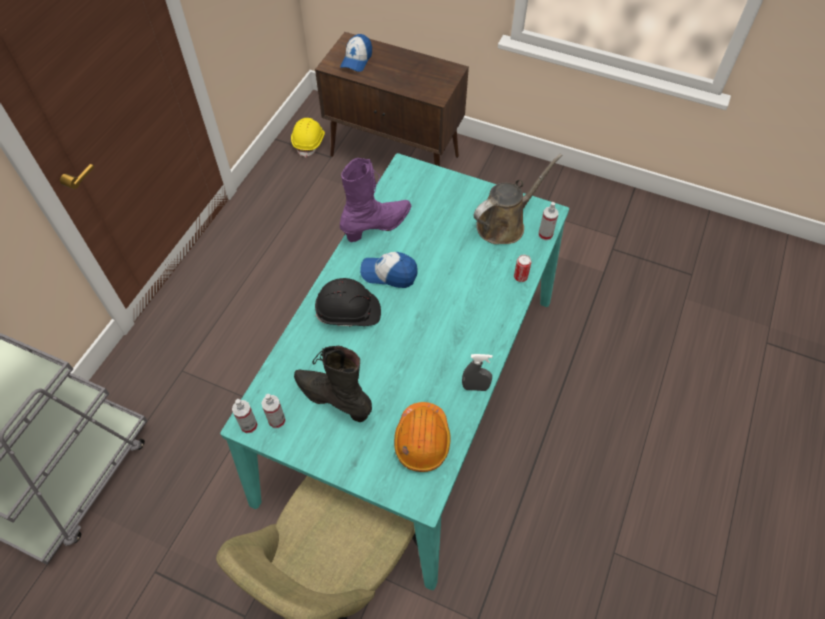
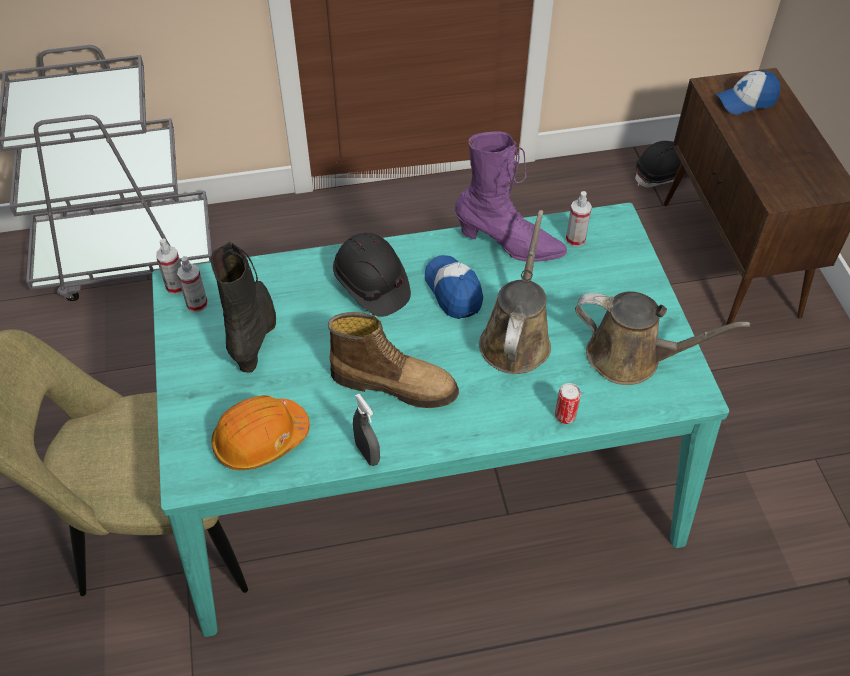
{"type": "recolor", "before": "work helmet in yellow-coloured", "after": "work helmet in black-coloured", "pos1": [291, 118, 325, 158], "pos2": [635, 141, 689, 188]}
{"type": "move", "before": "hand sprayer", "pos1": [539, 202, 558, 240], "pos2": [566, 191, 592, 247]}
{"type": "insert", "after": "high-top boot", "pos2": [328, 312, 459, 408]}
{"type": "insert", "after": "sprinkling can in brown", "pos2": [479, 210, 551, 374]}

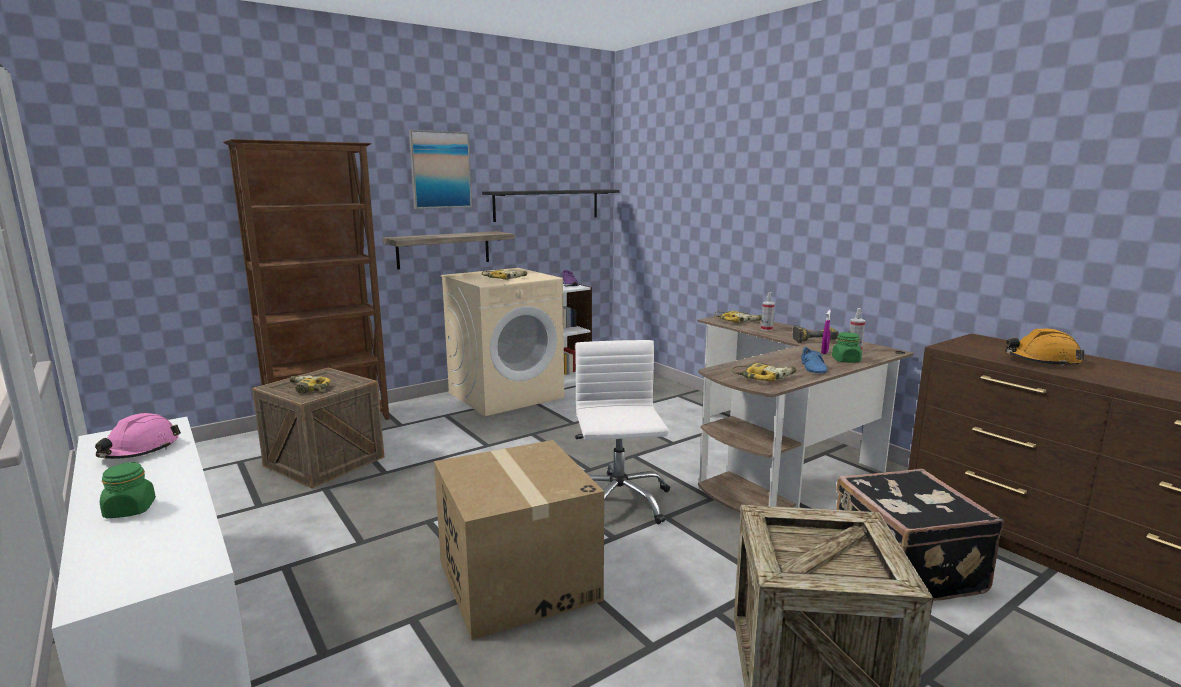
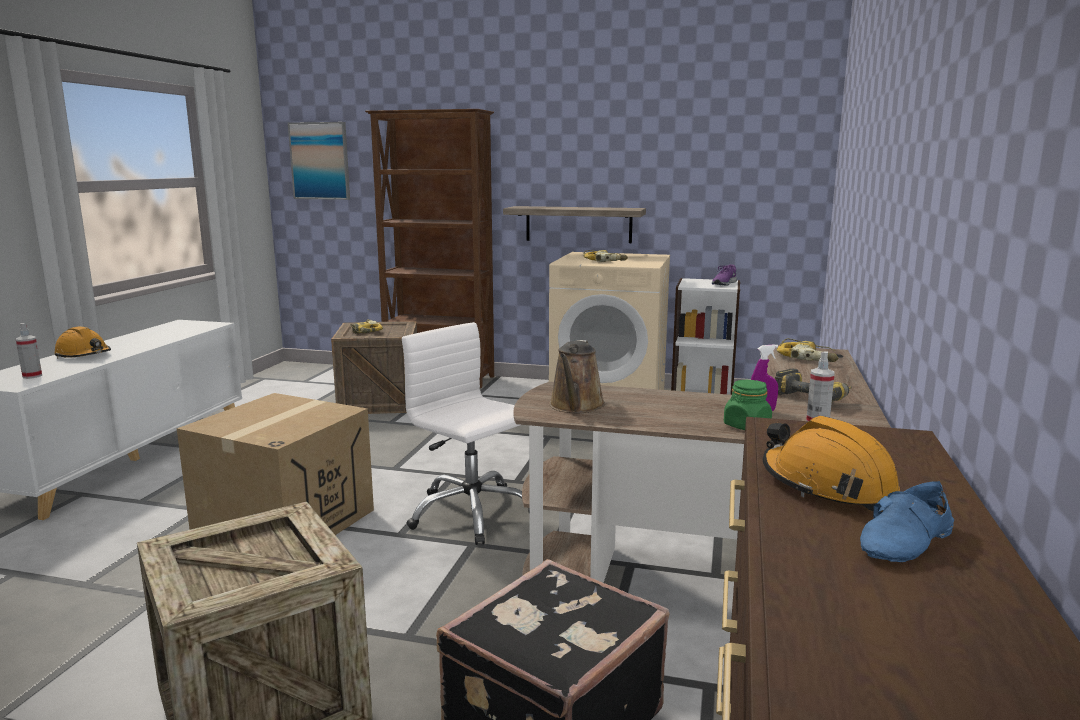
{"type": "delete", "before": "work helmet in pink", "pos1": [95, 413, 181, 459]}
{"type": "replace", "before": "preserve jar in greenish", "after": "work helmet in orange-coloured", "pos1": [100, 462, 156, 518], "pos2": [54, 326, 111, 358]}
{"type": "move", "before": "wall picture", "pos1": [409, 130, 472, 209], "pos2": [288, 122, 350, 200]}
{"type": "delete", "before": "bracket shelf in black-coloured", "pos1": [482, 189, 620, 222]}
{"type": "rotate", "before": "computer chair in whitish", "pos1": [575, 340, 670, 524], "pos2": [402, 322, 530, 545], "turn": -90}
{"type": "replace", "before": "electric drill", "after": "sprinkling can in brown", "pos1": [732, 363, 796, 381], "pos2": [549, 340, 605, 413]}
{"type": "move", "before": "hand sprayer", "pos1": [761, 292, 775, 331], "pos2": [16, 323, 42, 379]}
{"type": "move", "before": "low shoe in bluish", "pos1": [801, 347, 827, 373], "pos2": [860, 481, 954, 562]}

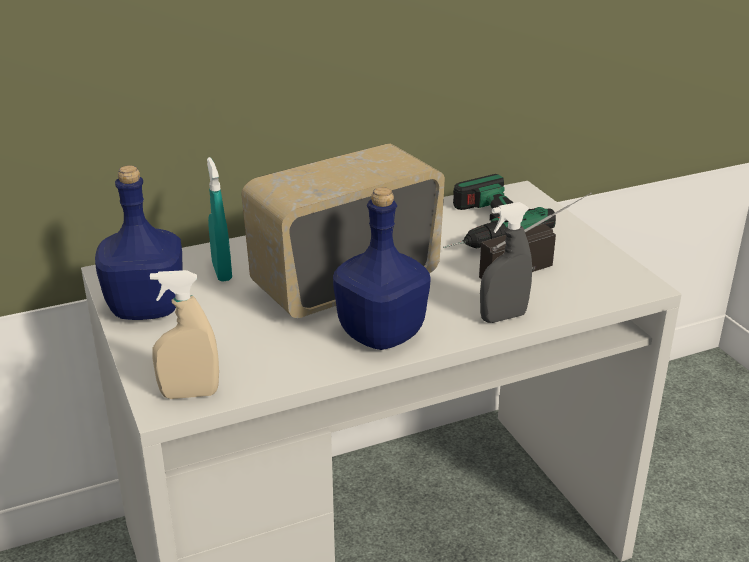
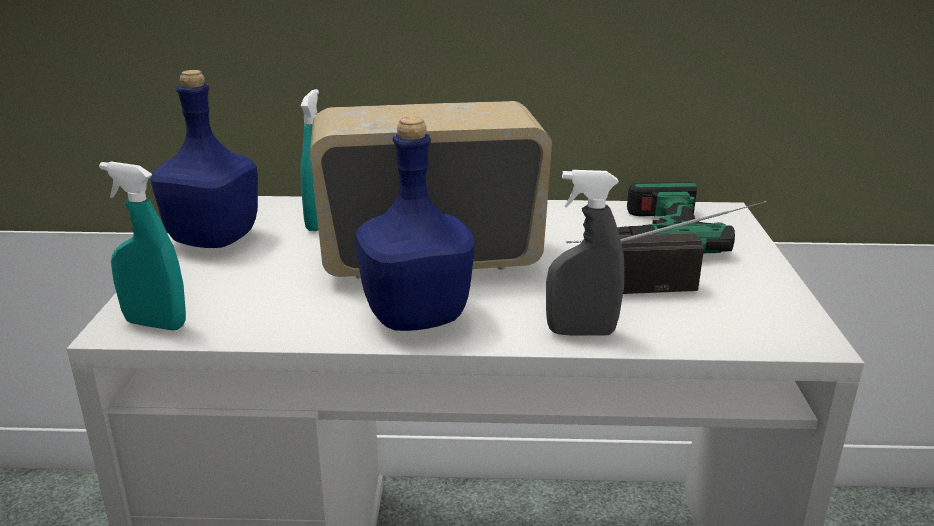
{"type": "recolor", "before": "hand sprayer in sand-coloured", "after": "hand sprayer in blue-green", "pos1": [150, 270, 219, 399], "pos2": [99, 161, 186, 330]}

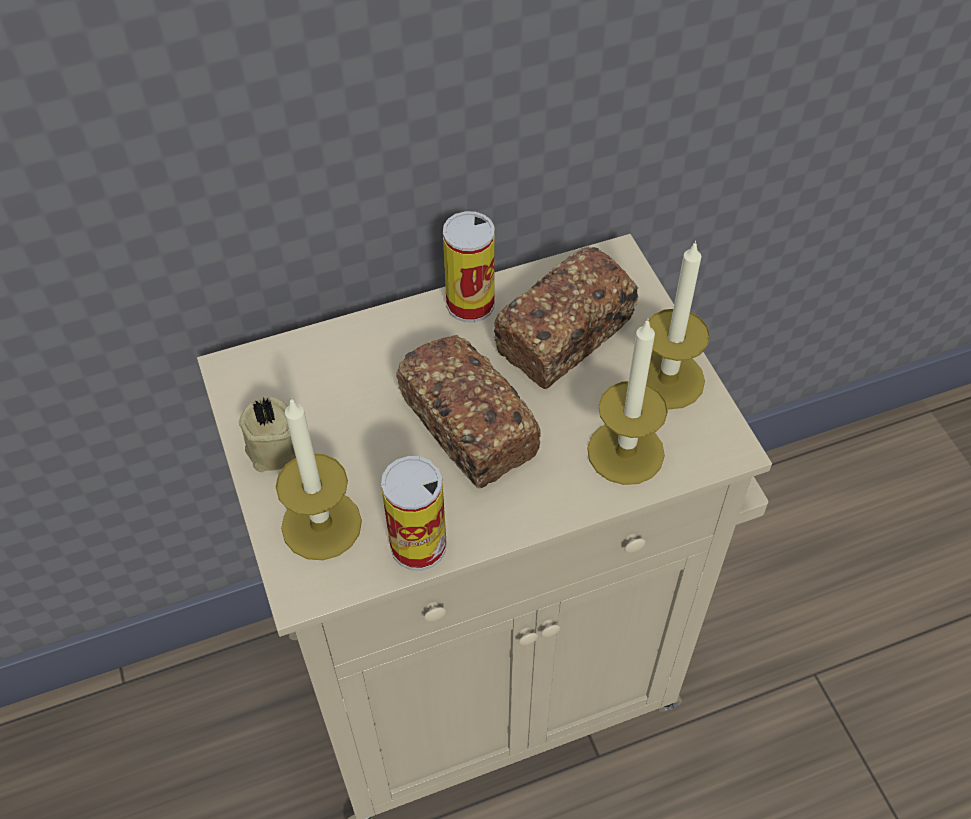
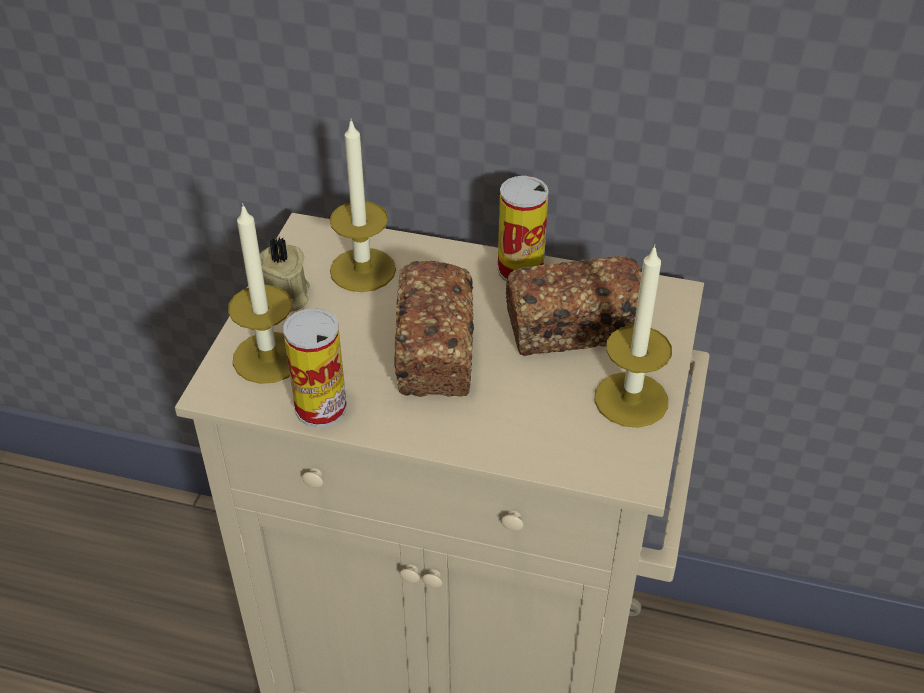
{"type": "move", "before": "wax candle", "pos1": [587, 318, 668, 485], "pos2": [330, 118, 396, 292]}

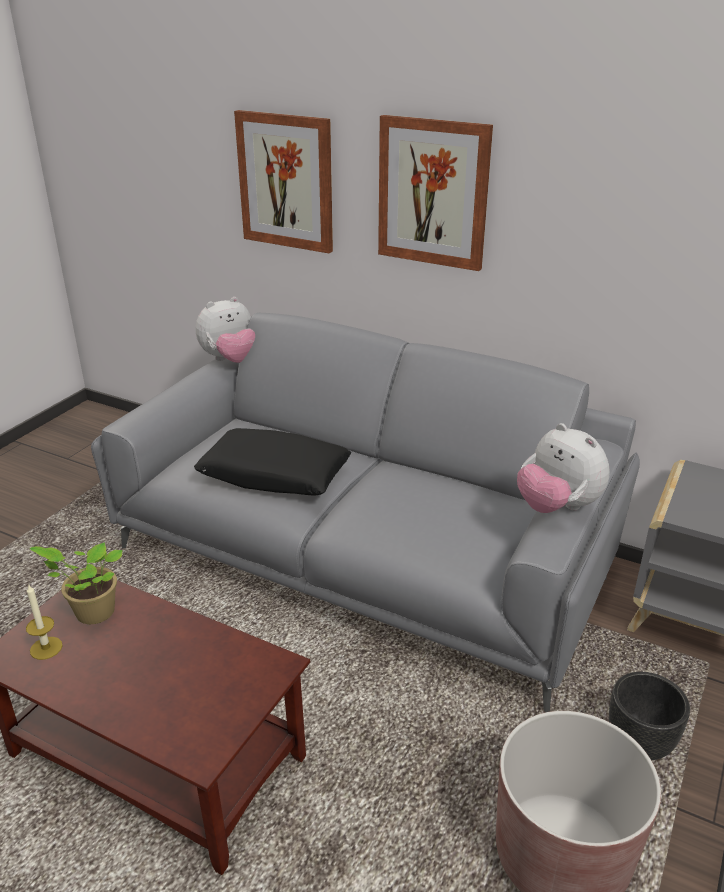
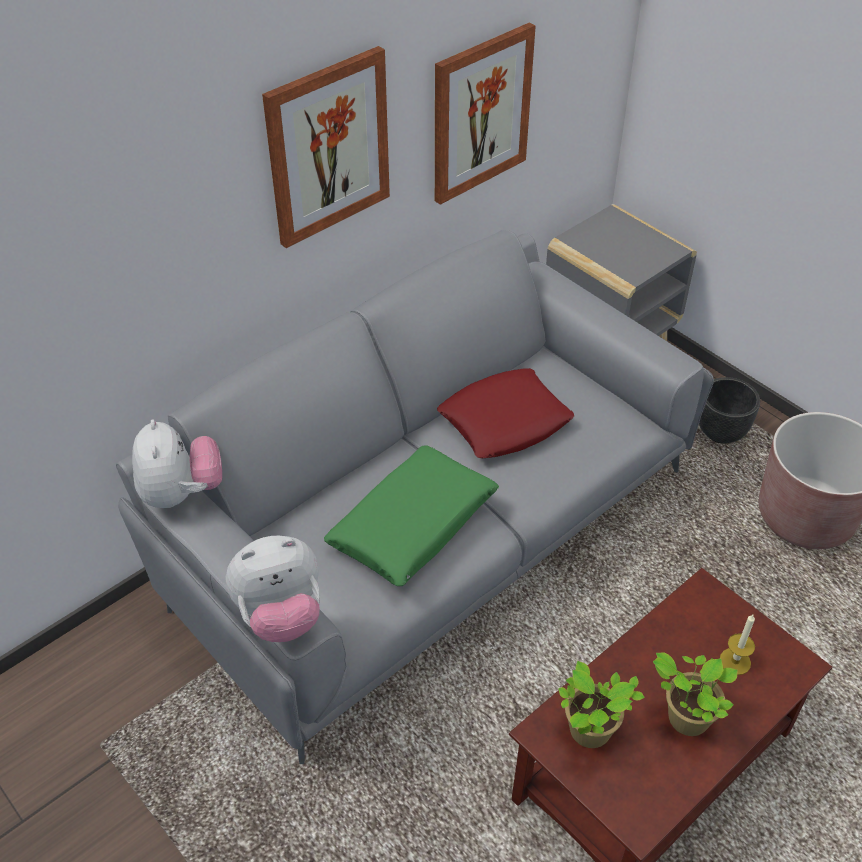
{"type": "move", "before": "wax candle", "pos1": [26, 584, 63, 660], "pos2": [720, 615, 755, 675]}
{"type": "recolor", "before": "throw pillow in black-coloured", "after": "throw pillow in greenish", "pos1": [194, 428, 351, 496], "pos2": [324, 446, 499, 586]}
{"type": "move", "before": "wall picture", "pos1": [234, 110, 333, 253], "pos2": [435, 23, 536, 205]}
{"type": "move", "before": "cuddly toy", "pos1": [517, 423, 610, 513], "pos2": [226, 536, 320, 642]}
{"type": "insert", "after": "throw pillow in red", "pos2": [437, 368, 574, 458]}
{"type": "insert", "after": "houseplant", "pos2": [653, 652, 738, 736]}

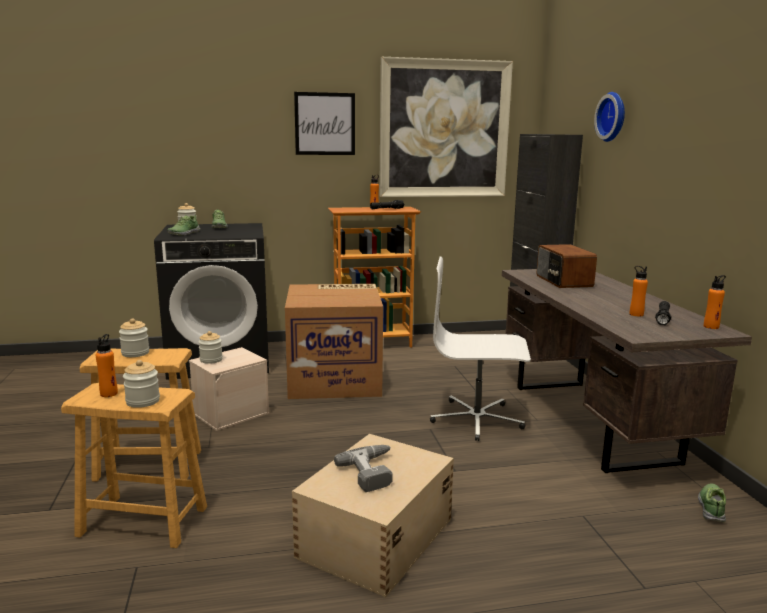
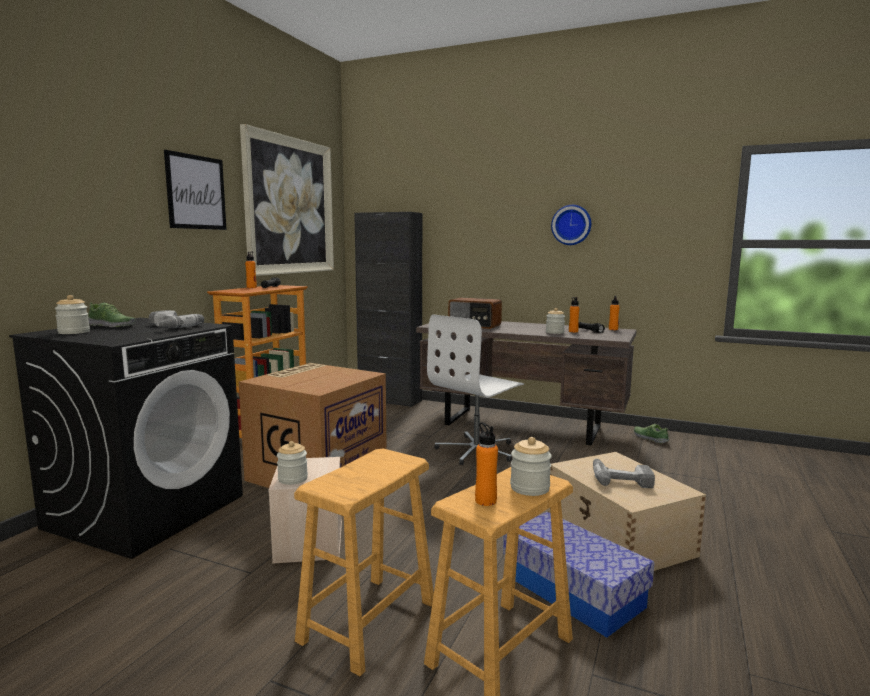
{"type": "move", "before": "preserve jar", "pos1": [119, 318, 149, 357], "pos2": [546, 308, 565, 334]}
{"type": "delete", "before": "low shoe", "pos1": [167, 215, 200, 236]}
{"type": "move", "before": "clock on the wall", "pos1": [594, 92, 625, 142], "pos2": [551, 205, 591, 245]}
{"type": "insert", "after": "electric drill", "pos2": [149, 310, 204, 328]}
{"type": "insert", "after": "storage box", "pos2": [503, 512, 654, 637]}

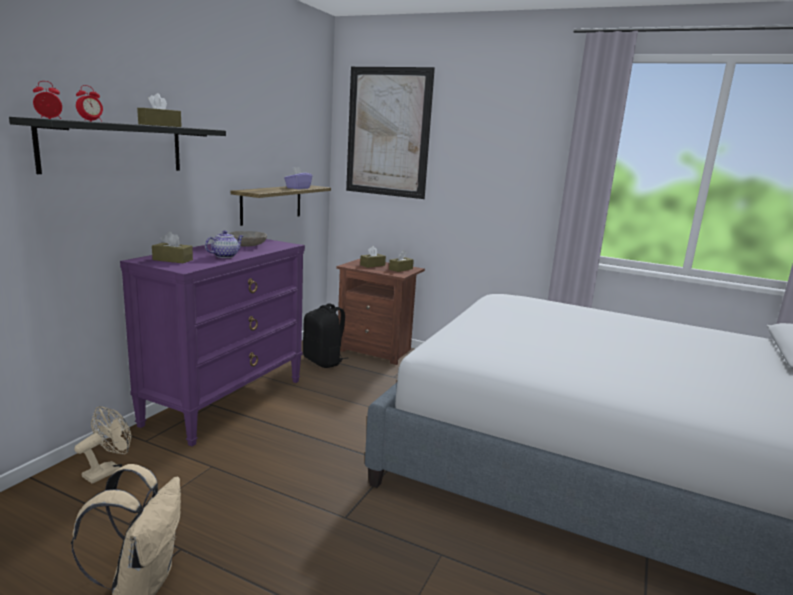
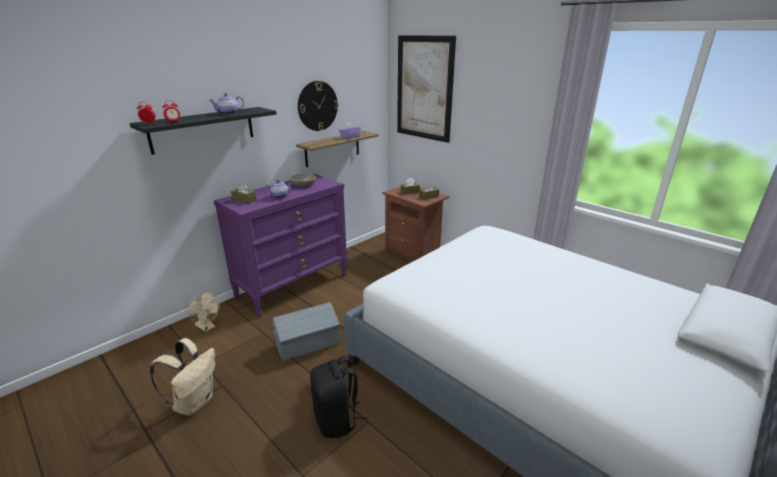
{"type": "rotate", "before": "fan in sand-coloured", "pos1": [74, 406, 131, 484], "pos2": [188, 292, 220, 332], "turn": 75}
{"type": "replace", "before": "box of tissues in brown", "after": "teapot", "pos1": [137, 93, 182, 127], "pos2": [209, 93, 244, 115]}
{"type": "move", "before": "backpack in black-coloured", "pos1": [303, 303, 348, 368], "pos2": [310, 356, 367, 438]}
{"type": "insert", "after": "storage box in gray", "pos2": [273, 302, 340, 361]}
{"type": "insert", "after": "clock on the wall", "pos2": [298, 81, 338, 131]}

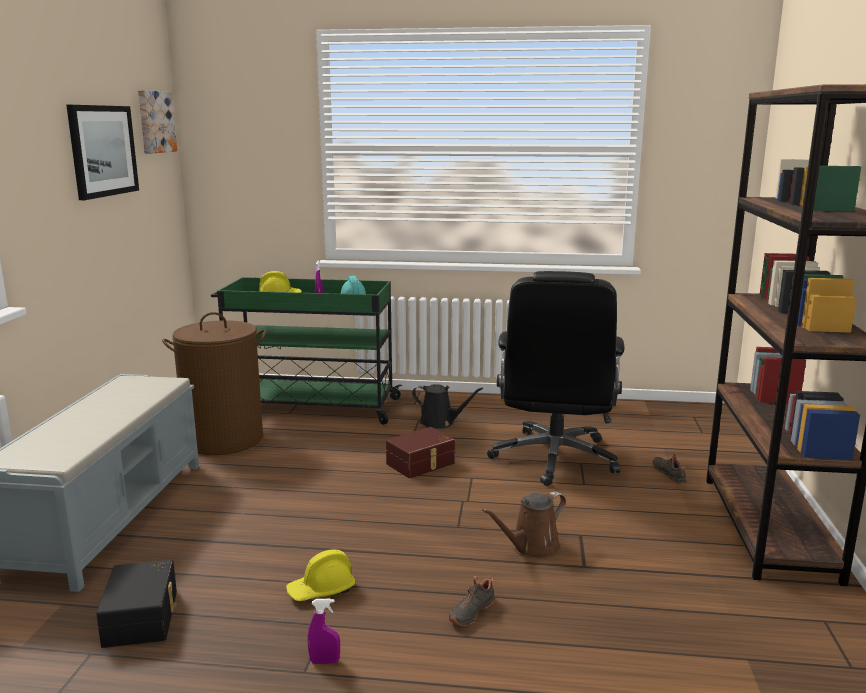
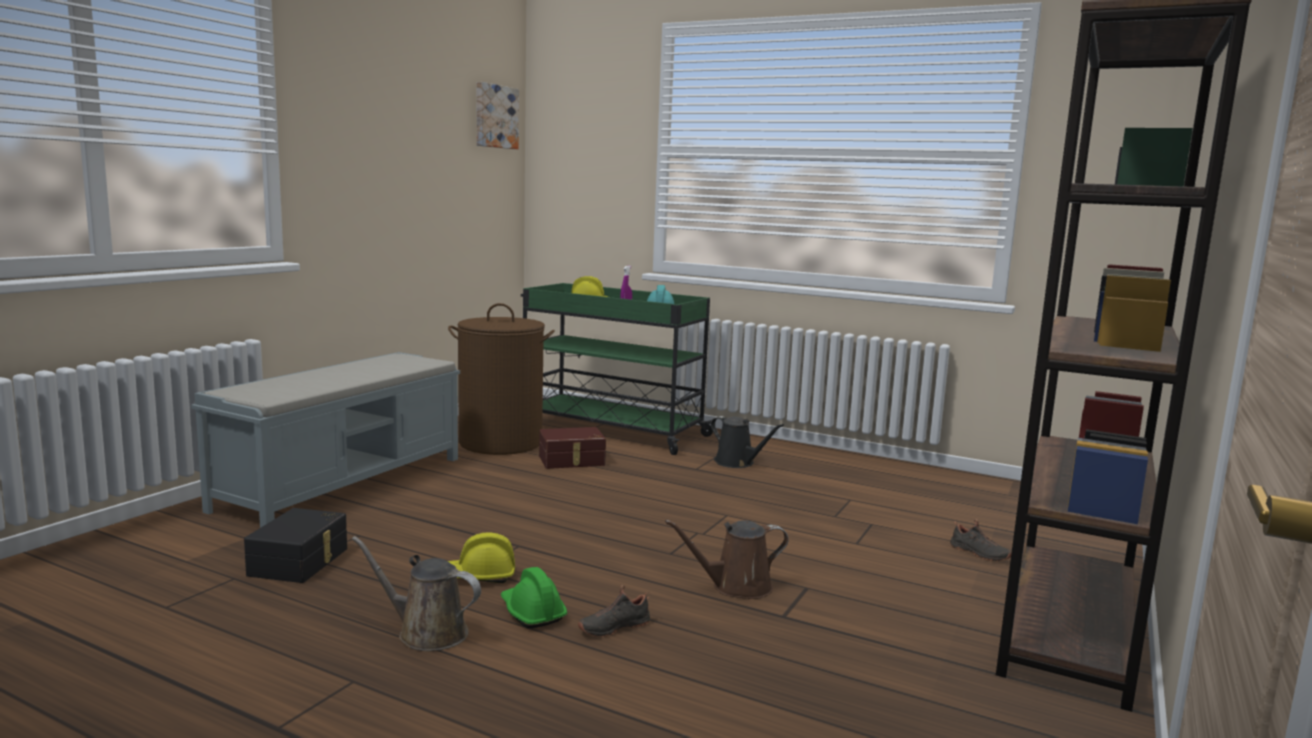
{"type": "delete", "before": "wall picture", "pos1": [66, 105, 139, 200]}
{"type": "replace", "before": "hand sprayer in purple-coloured", "after": "sprinkling can in brown", "pos1": [308, 599, 340, 664], "pos2": [352, 536, 481, 651]}
{"type": "move", "before": "storage box in brown", "pos1": [386, 427, 455, 478], "pos2": [539, 427, 606, 469]}
{"type": "delete", "before": "computer chair in black-coloured", "pos1": [487, 271, 625, 486]}
{"type": "rotate", "before": "low shoe in black-coloured", "pos1": [653, 452, 687, 484], "pos2": [950, 519, 1012, 561], "turn": 135}
{"type": "insert", "after": "work helmet in greenish", "pos2": [501, 567, 567, 628]}

